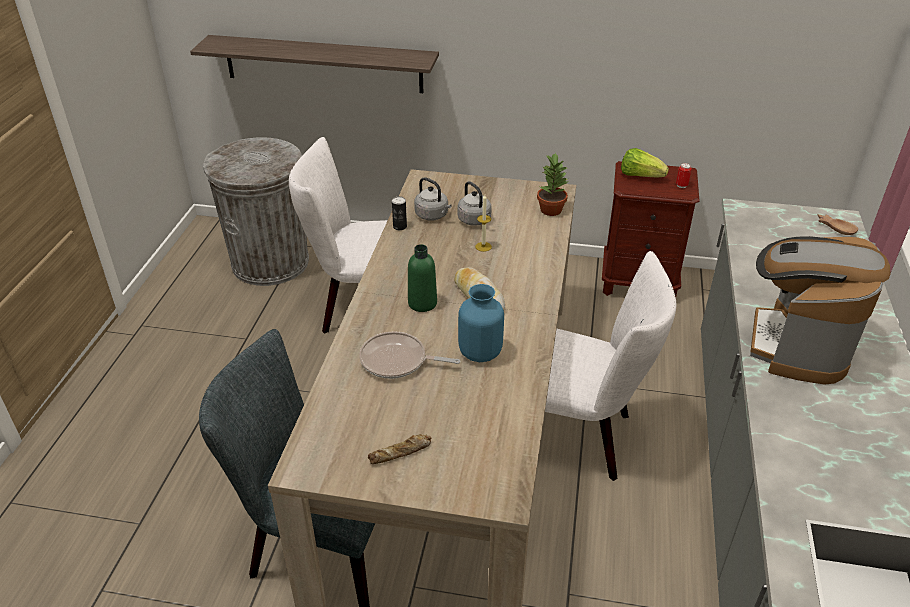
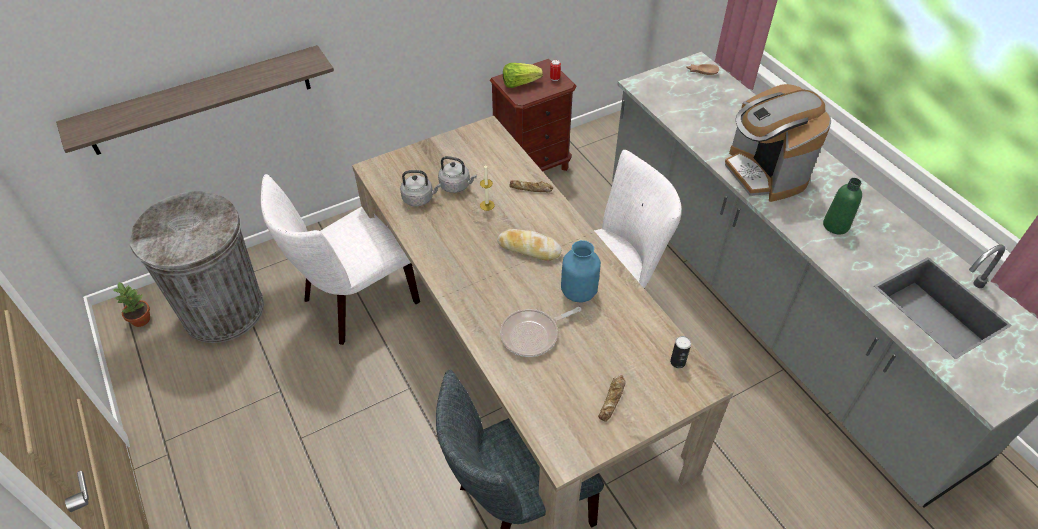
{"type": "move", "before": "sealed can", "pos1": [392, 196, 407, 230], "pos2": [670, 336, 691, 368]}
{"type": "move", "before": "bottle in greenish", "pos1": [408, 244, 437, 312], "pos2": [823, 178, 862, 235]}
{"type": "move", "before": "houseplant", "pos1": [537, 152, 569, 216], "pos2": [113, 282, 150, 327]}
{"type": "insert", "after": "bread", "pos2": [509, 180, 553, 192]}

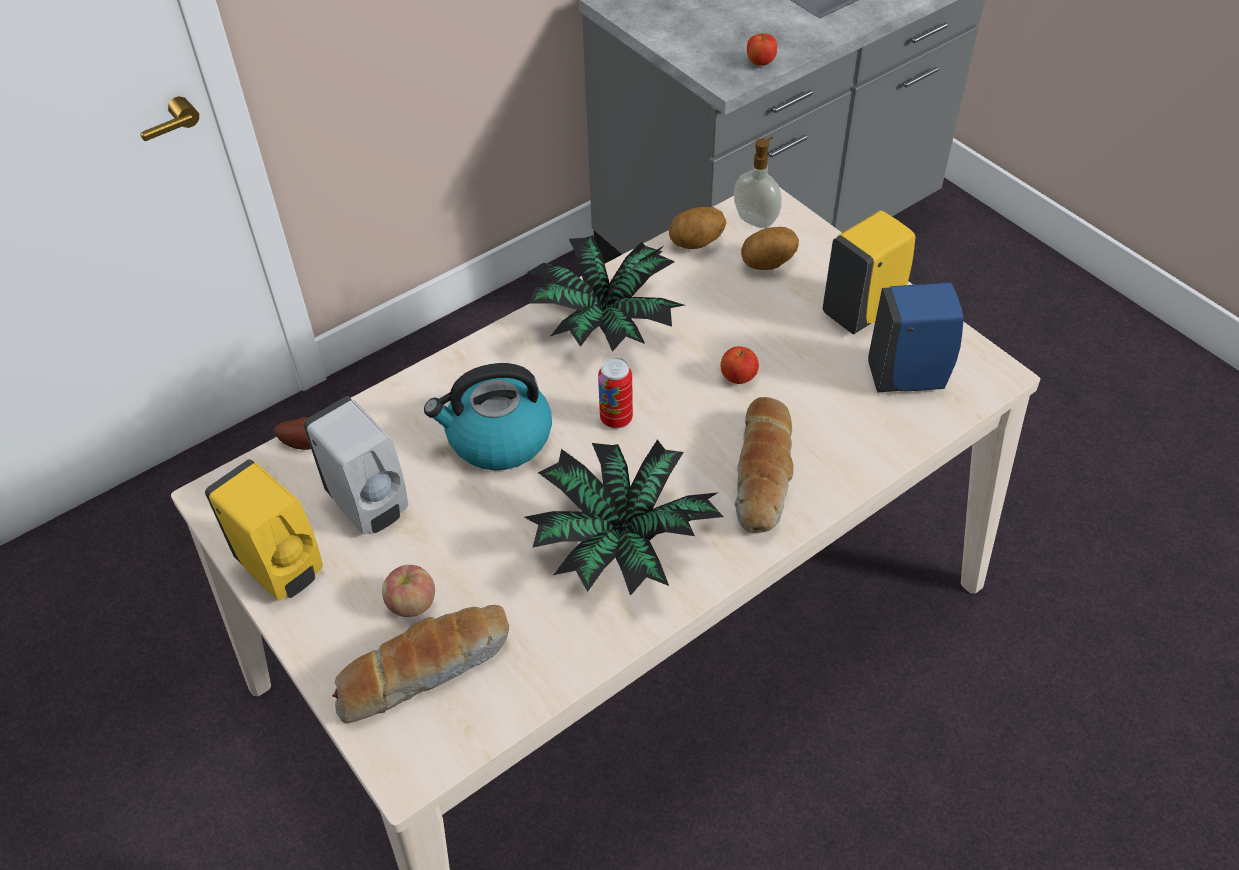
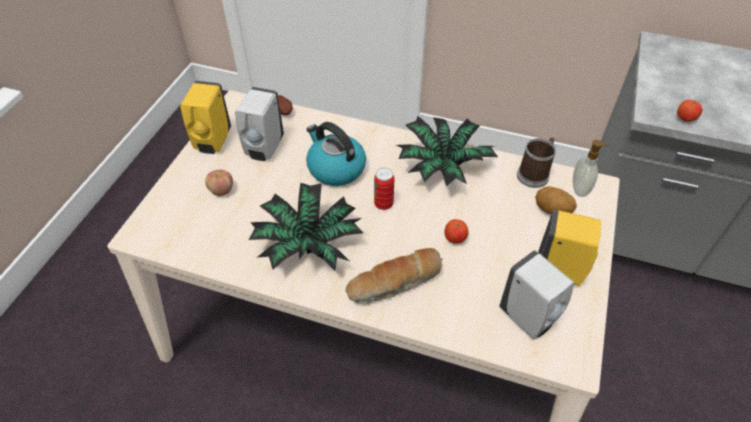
{"type": "delete", "before": "bread", "pos1": [332, 605, 509, 723]}
{"type": "replace", "before": "whole potato", "after": "mug", "pos1": [669, 207, 726, 249], "pos2": [517, 137, 556, 188]}
{"type": "recolor", "before": "soap bottle in bluish", "after": "soap bottle in whitish", "pos1": [868, 282, 963, 392], "pos2": [499, 250, 574, 340]}

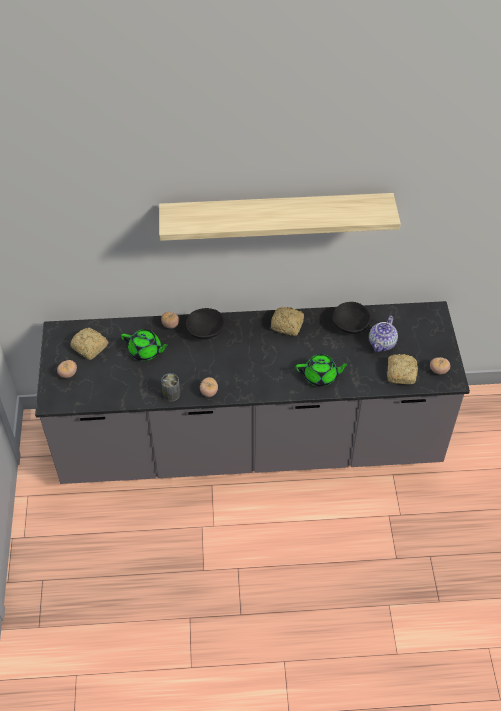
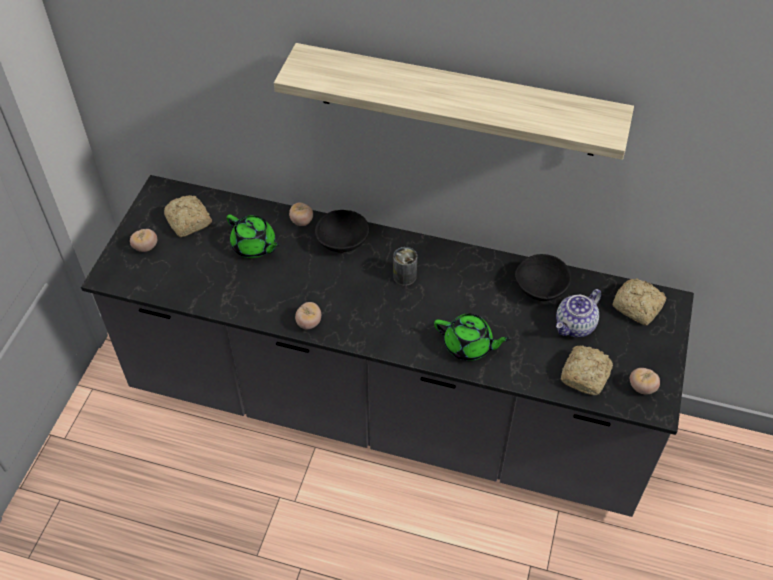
{"type": "move", "before": "sealed can", "pos1": [161, 373, 180, 401], "pos2": [393, 247, 417, 286]}
{"type": "move", "before": "bread", "pos1": [271, 307, 304, 336], "pos2": [613, 278, 667, 326]}

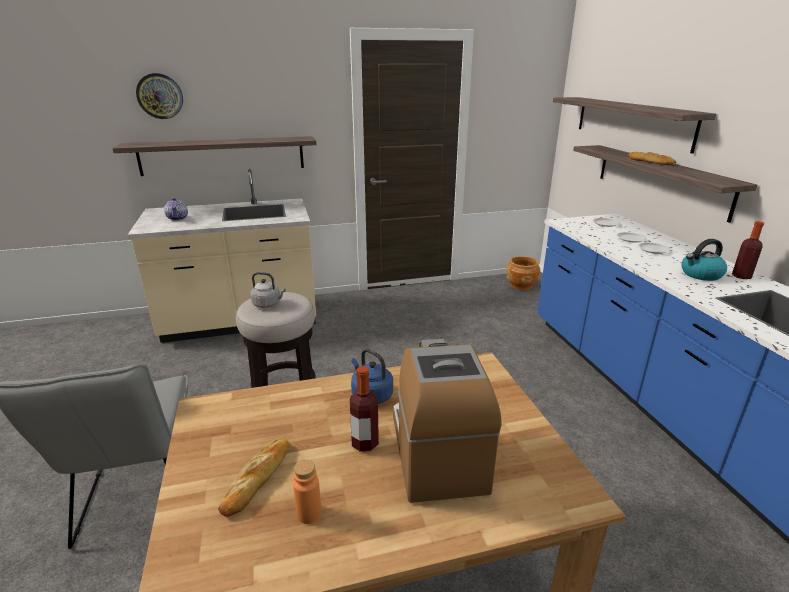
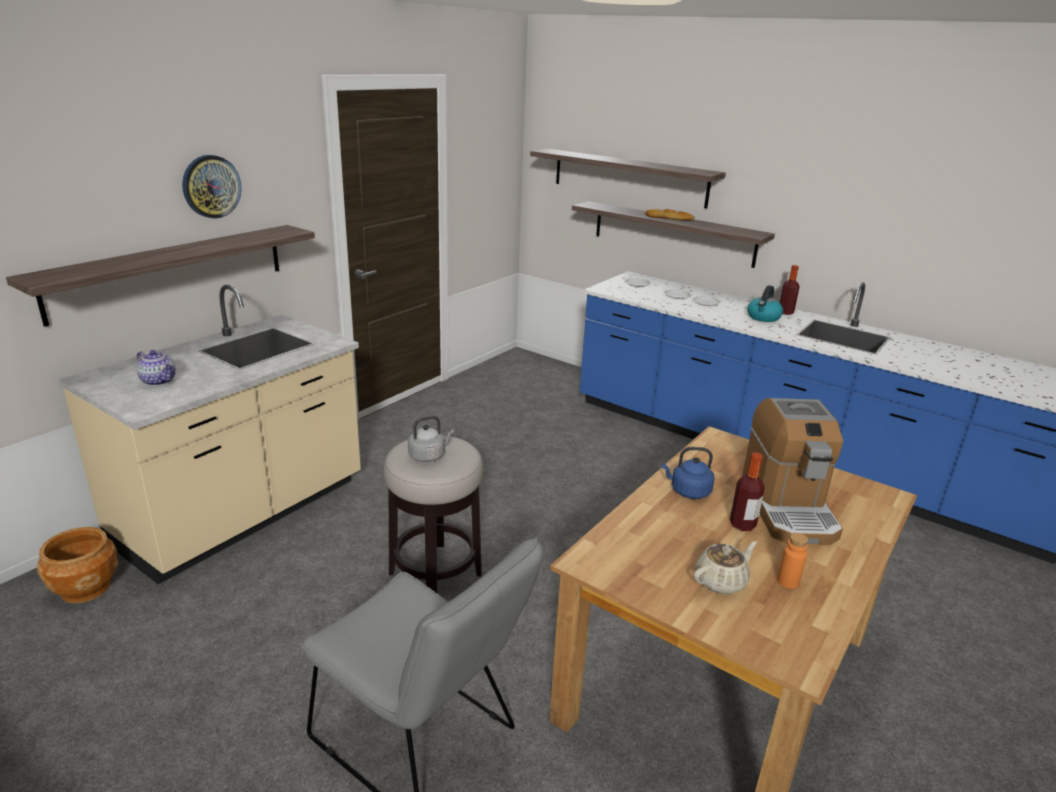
{"type": "move", "before": "clock on the wall", "pos1": [136, 73, 183, 119], "pos2": [182, 155, 242, 219]}
{"type": "replace", "before": "bread", "after": "teapot in sand-coloured", "pos1": [218, 437, 289, 517], "pos2": [694, 541, 757, 594]}
{"type": "rotate", "before": "coffee maker", "pos1": [393, 339, 502, 503], "pos2": [742, 398, 843, 545], "turn": -135}
{"type": "move", "before": "planter in brown", "pos1": [506, 256, 540, 290], "pos2": [37, 527, 118, 603]}

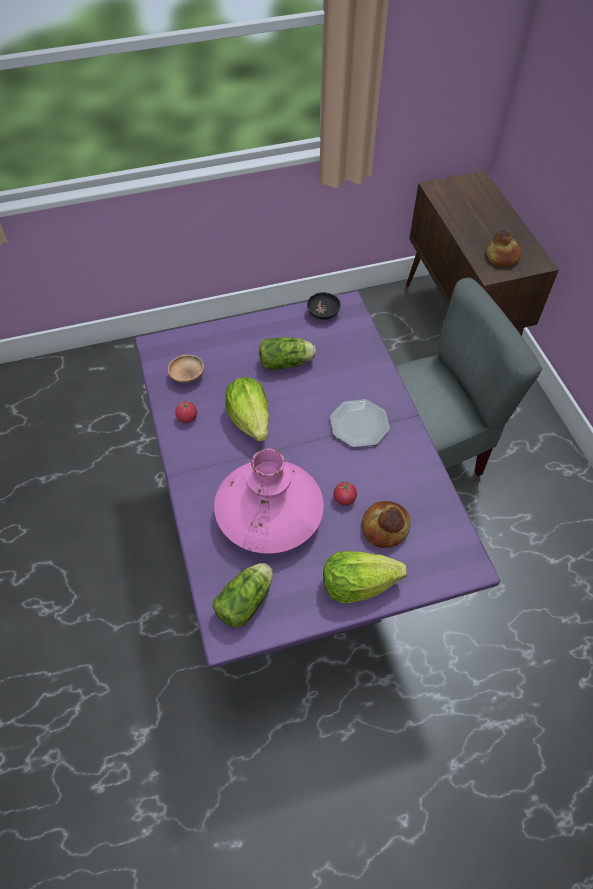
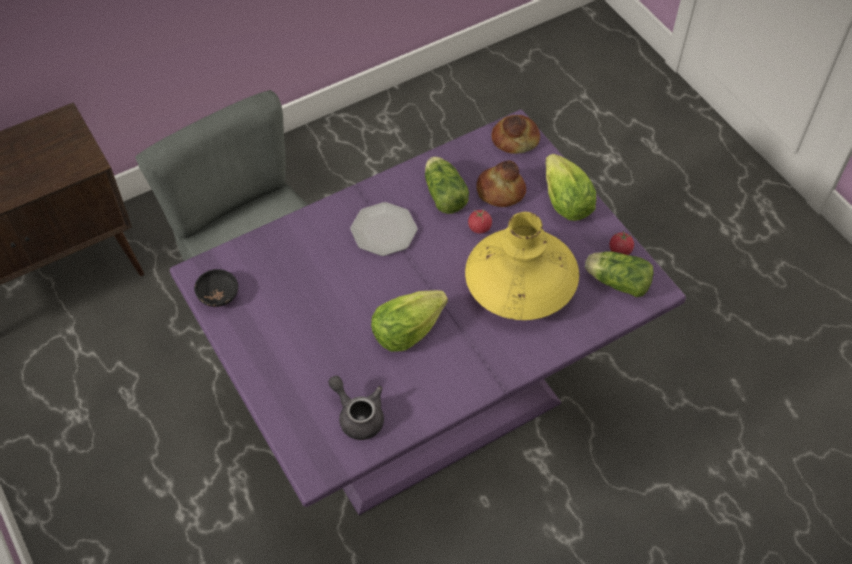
{"type": "replace", "before": "serving bowl in brown", "after": "teapot in gray", "pos1": [168, 355, 204, 383], "pos2": [328, 376, 384, 440]}
{"type": "move", "before": "whole tomato", "pos1": [175, 400, 197, 423], "pos2": [609, 230, 634, 255]}
{"type": "recolor", "before": "vase in pink", "after": "vase in yellow-coloured", "pos1": [214, 448, 324, 554], "pos2": [465, 212, 579, 320]}
{"type": "move", "before": "head of lettuce", "pos1": [259, 337, 316, 370], "pos2": [425, 157, 469, 214]}
{"type": "move", "before": "bread", "pos1": [486, 230, 521, 266], "pos2": [492, 115, 540, 154]}

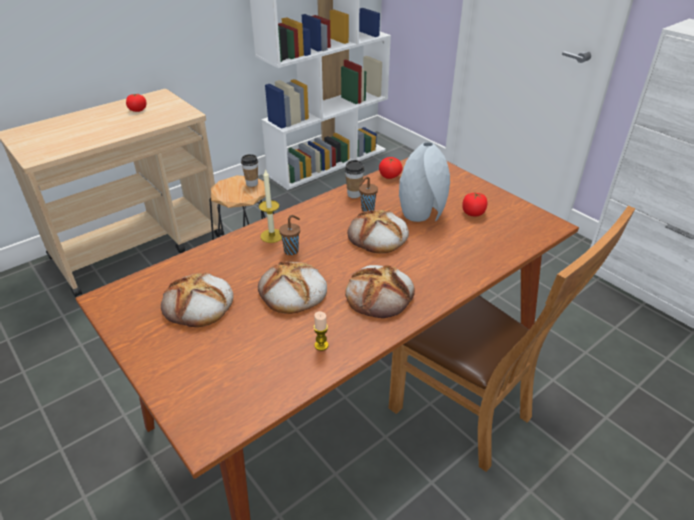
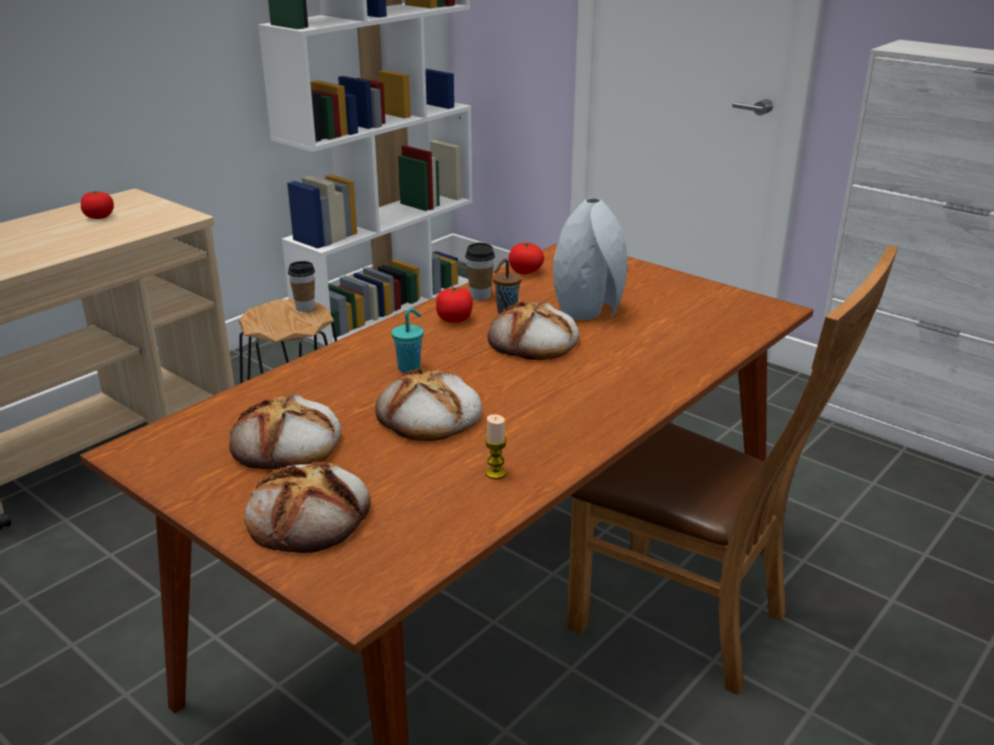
{"type": "delete", "before": "wax candle", "pos1": [259, 169, 282, 243]}
{"type": "recolor", "before": "small cup in brown", "after": "small cup in blue-green", "pos1": [279, 215, 300, 255], "pos2": [391, 308, 424, 373]}
{"type": "move", "before": "bread", "pos1": [345, 265, 415, 318], "pos2": [244, 462, 371, 553]}
{"type": "move", "before": "whole tomato", "pos1": [462, 192, 487, 217], "pos2": [436, 287, 473, 322]}

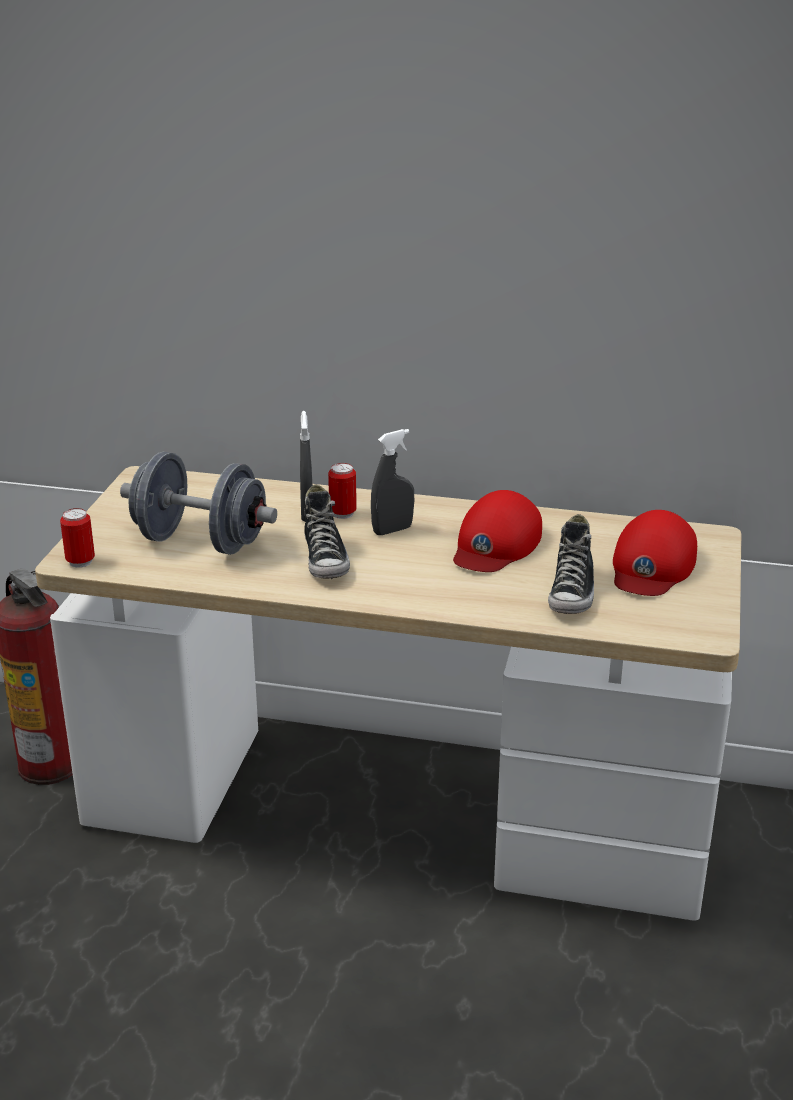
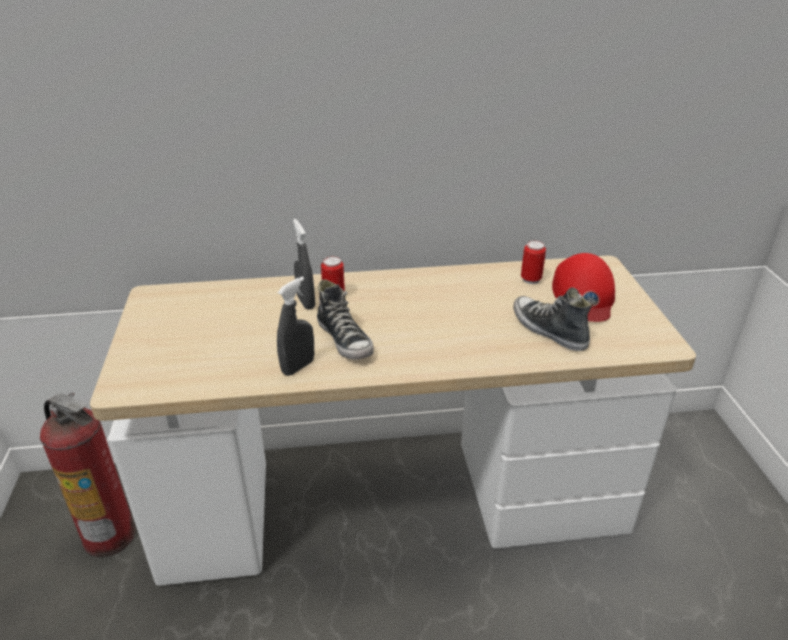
{"type": "move", "before": "sealed can", "pos1": [60, 508, 95, 568], "pos2": [521, 241, 546, 284]}
{"type": "delete", "before": "hand weight in gray", "pos1": [120, 452, 277, 555]}
{"type": "move", "before": "hand sprayer in gray", "pos1": [371, 429, 414, 535], "pos2": [277, 277, 314, 376]}
{"type": "delete", "before": "cap in red", "pos1": [453, 490, 542, 572]}
{"type": "rotate", "before": "low shoe", "pos1": [548, 514, 594, 614], "pos2": [513, 288, 592, 351], "turn": 150}

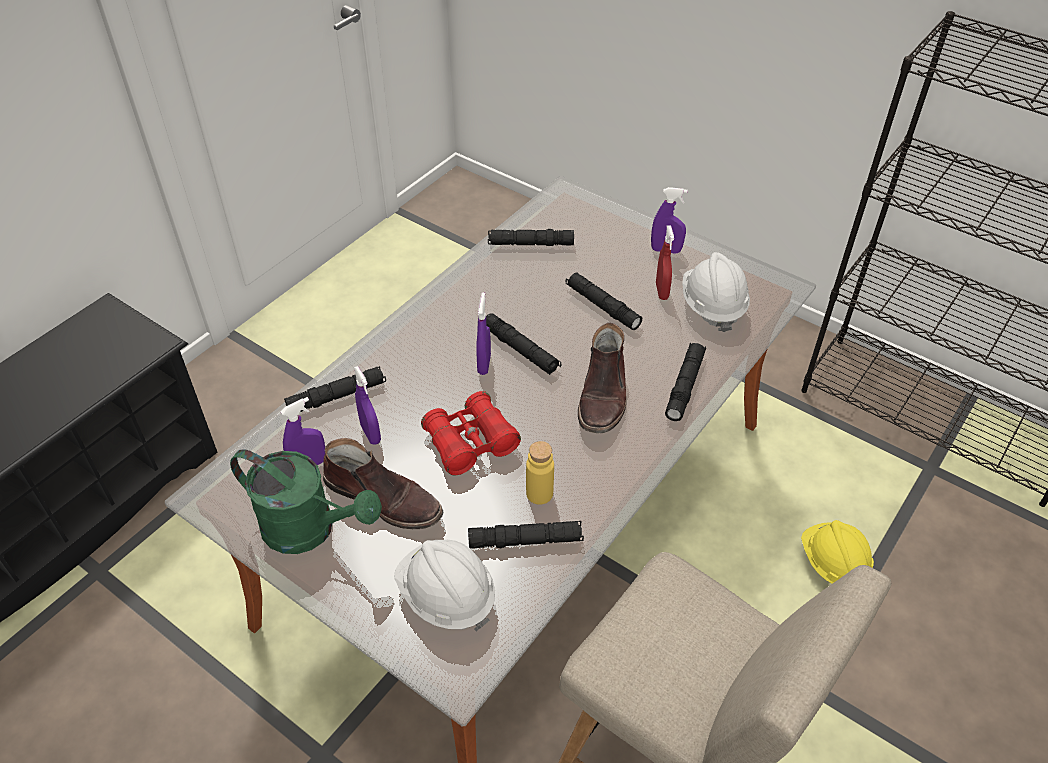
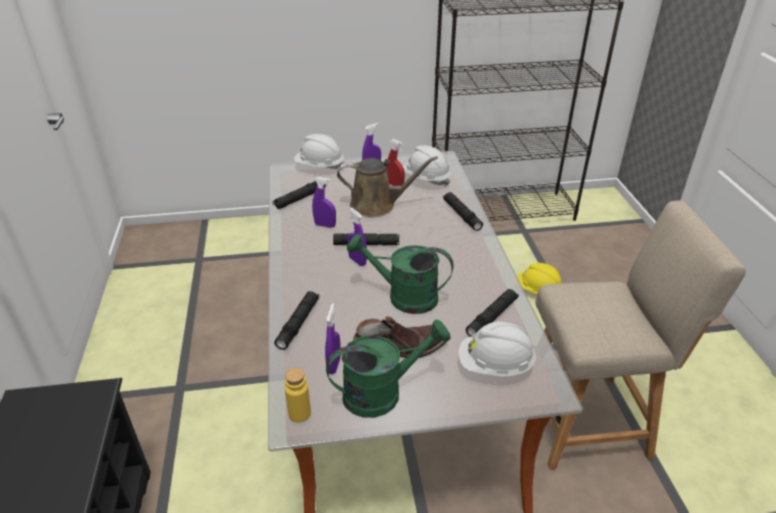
{"type": "move", "before": "hand sprayer in purple-coloured", "pos1": [354, 366, 381, 445], "pos2": [312, 177, 336, 228]}
{"type": "replace", "before": "pair of binoculars in red", "after": "sprinkling can in greenish", "pos1": [421, 391, 521, 475], "pos2": [347, 234, 453, 314]}
{"type": "move", "before": "bottle in yellow-coloured", "pos1": [526, 441, 554, 505], "pos2": [285, 368, 311, 422]}
{"type": "replace", "before": "flashlight in black-coloured", "after": "sprinkling can in brown", "pos1": [565, 272, 642, 330], "pos2": [337, 156, 438, 217]}
{"type": "delete", "before": "high-top boot in brown", "pos1": [578, 323, 626, 433]}
{"type": "insert", "after": "work helmet in whitish", "pos2": [294, 134, 345, 169]}

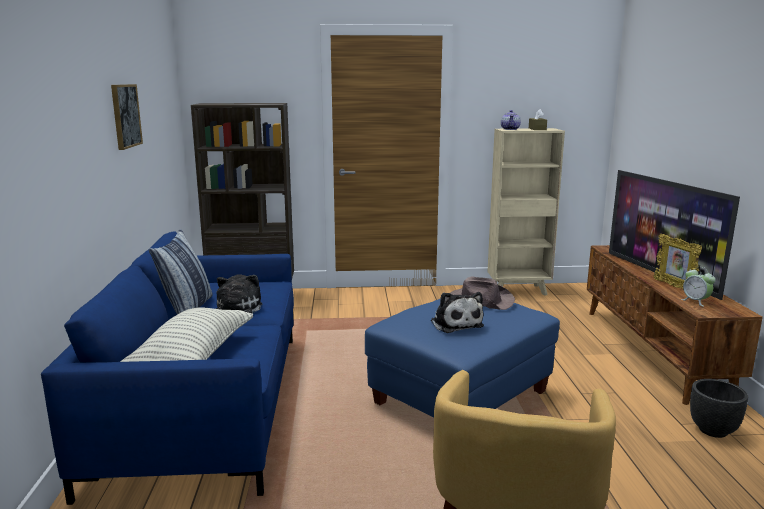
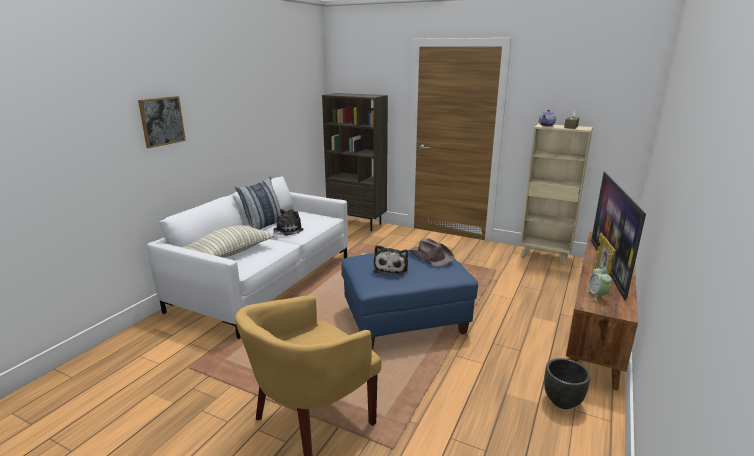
{"type": "recolor", "before": "sofa in bluish", "after": "sofa in whitish", "pos1": [41, 231, 294, 505], "pos2": [147, 177, 348, 339]}
{"type": "move", "before": "wall picture", "pos1": [111, 84, 143, 150], "pos2": [138, 96, 186, 148]}

